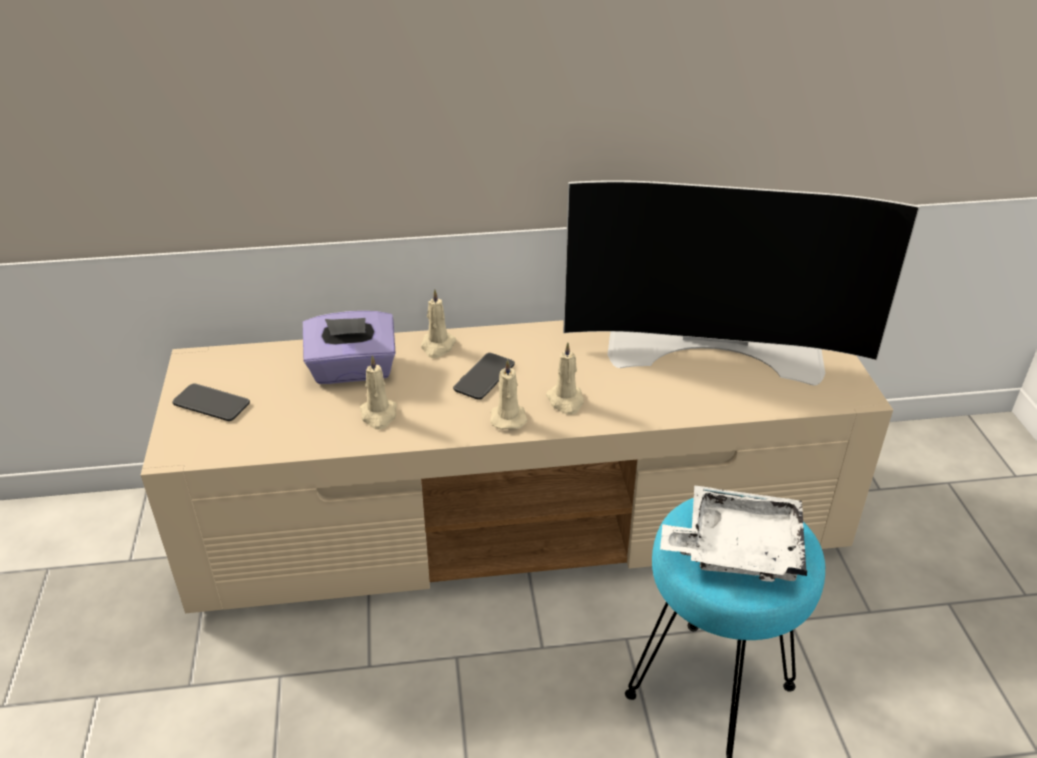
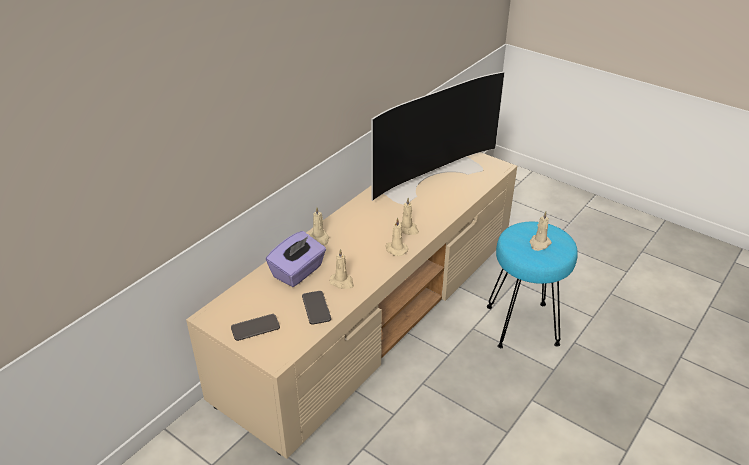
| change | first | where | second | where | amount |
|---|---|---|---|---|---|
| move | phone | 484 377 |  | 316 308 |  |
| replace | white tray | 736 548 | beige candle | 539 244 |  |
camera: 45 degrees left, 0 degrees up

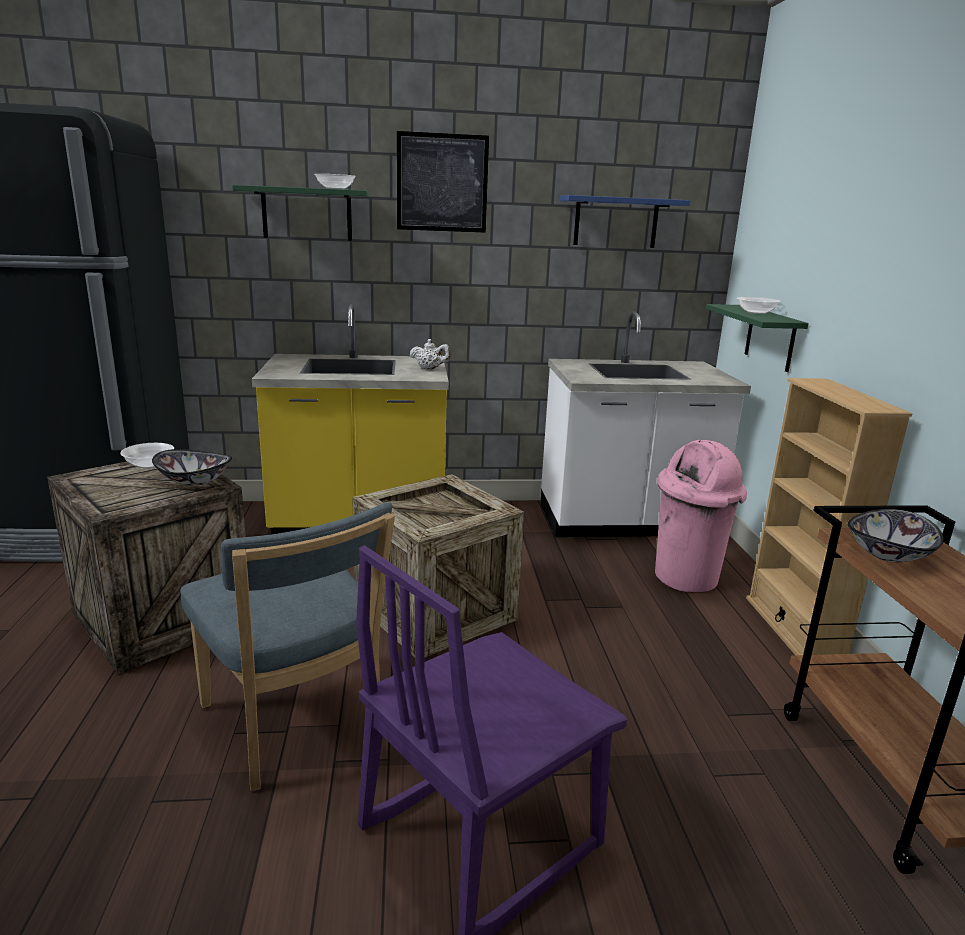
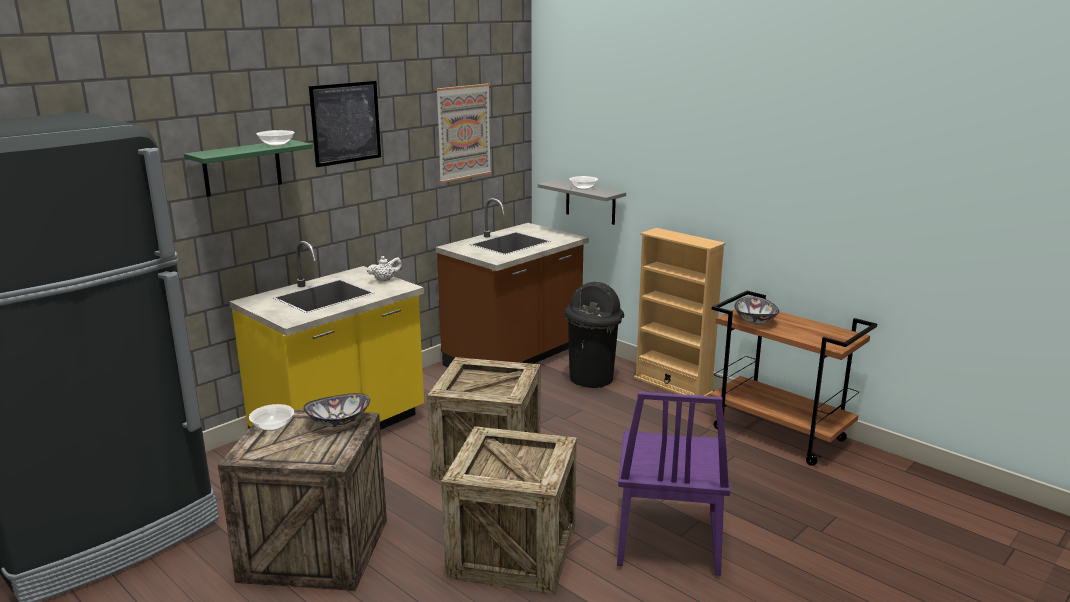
| change | first | where | second | where | amount |
|---|---|---|---|---|---|
| replace | blue chair | 295 725 | crate | 513 551 |  |
| recolor | white counter | 625 523 | brown counter | 514 358 |  |
| replace | blue shelf | 616 222 | picture | 463 132 |  |
| recolor | pink trash can | 687 578 | black trash can | 592 379 |  |
| recolor | green shelf | 770 338 | grey shelf | 590 202 |  |
camera: 40 degrees left, 0 degrees up

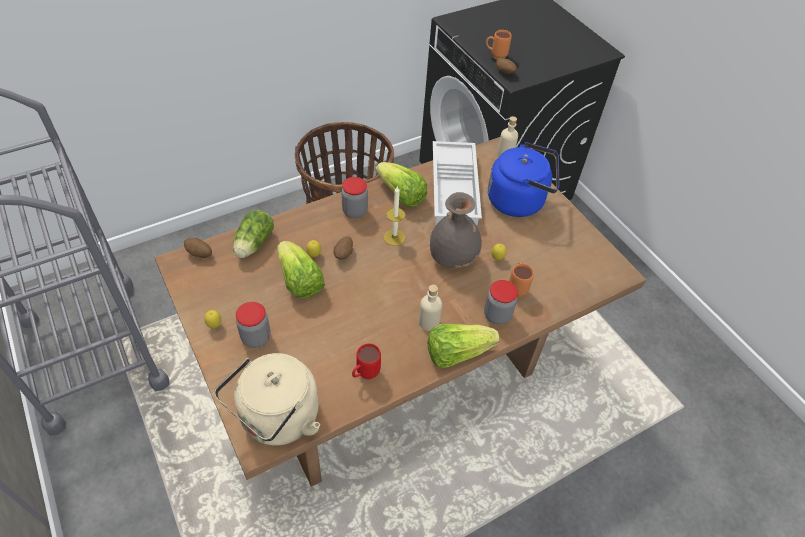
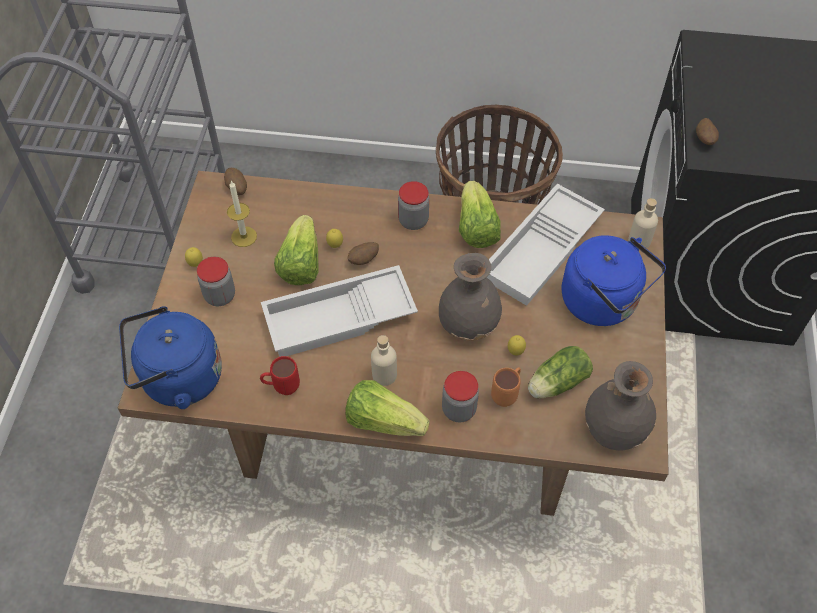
| change | first | where | second | where | amount |
|---|---|---|---|---|---|
| recolor | beige kettle | 277 419 | blue kettle | 177 379 |  |
| move | lettuce | 253 244 |  | 555 383 |  |
| move | candle | 394 237 |  | 244 236 |  |
| delete | orange mug | 495 56 |  |  |  |
| insert |  |  | white tray | 339 320 |  |
| insert |  |  | grey vase | 614 428 |  |
camera: 40 degrees right, 5 degrees up

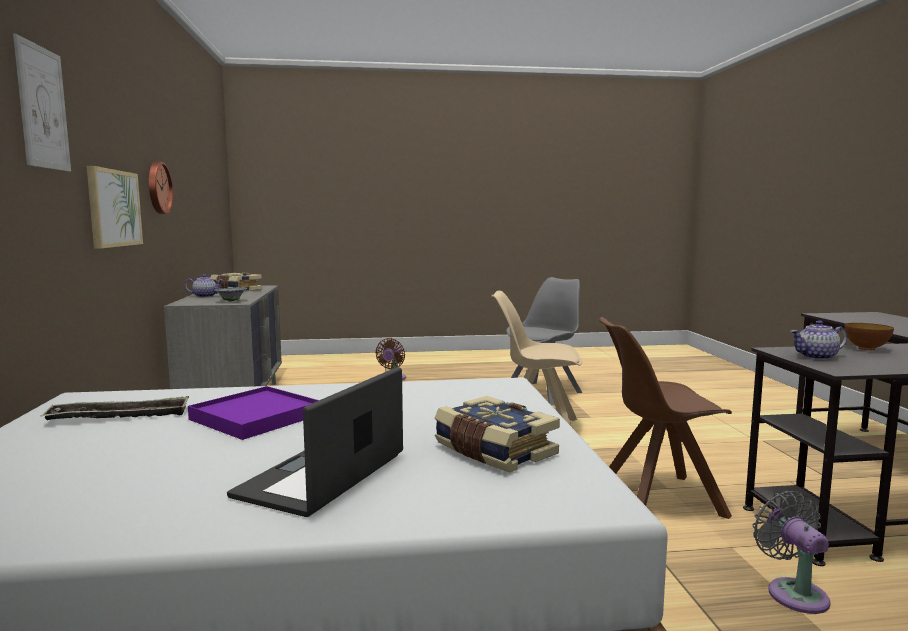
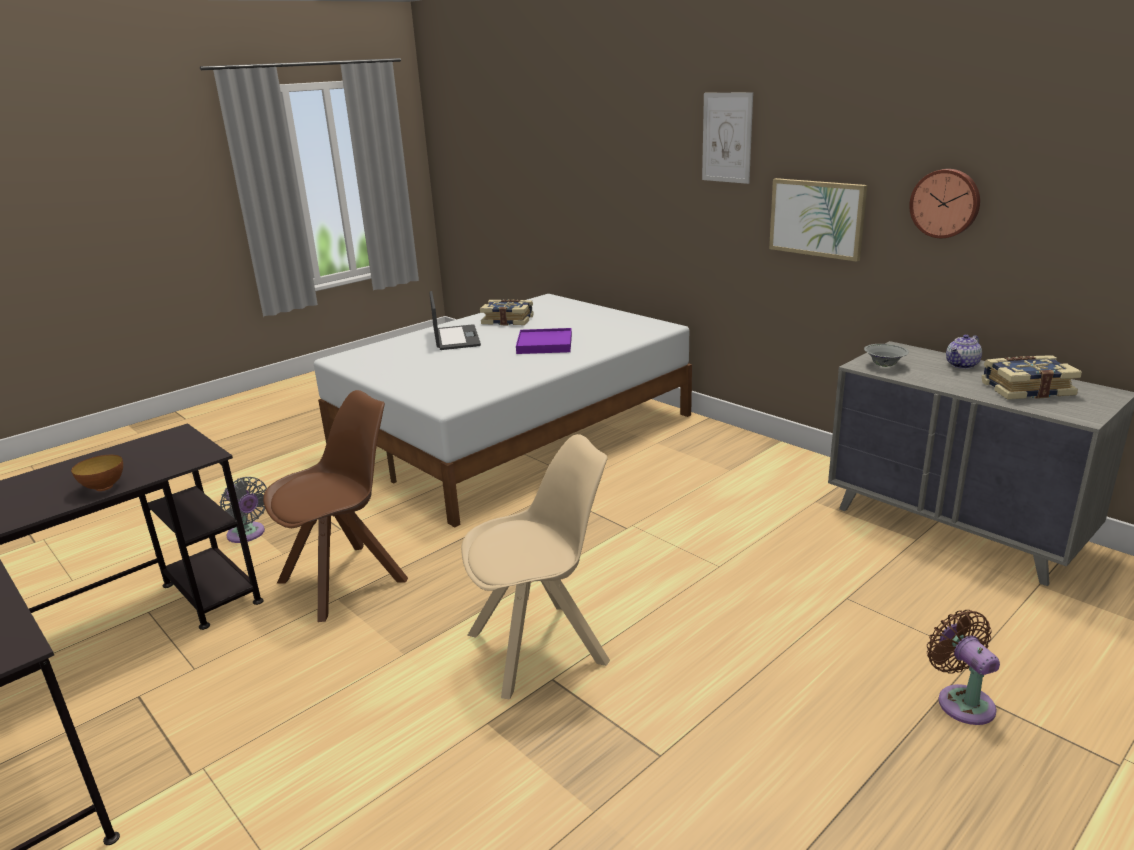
| change | first | where | second | where | amount |
|---|---|---|---|---|---|
| delete | tray | 119 416 |  |  |  |
| move | book | 493 451 |  | 508 320 |  |
| delete | grey chair | 543 393 |  |  |  |
| delete | teapot | 816 357 |  |  |  |
camera: 145 degrees right, 15 degrees up

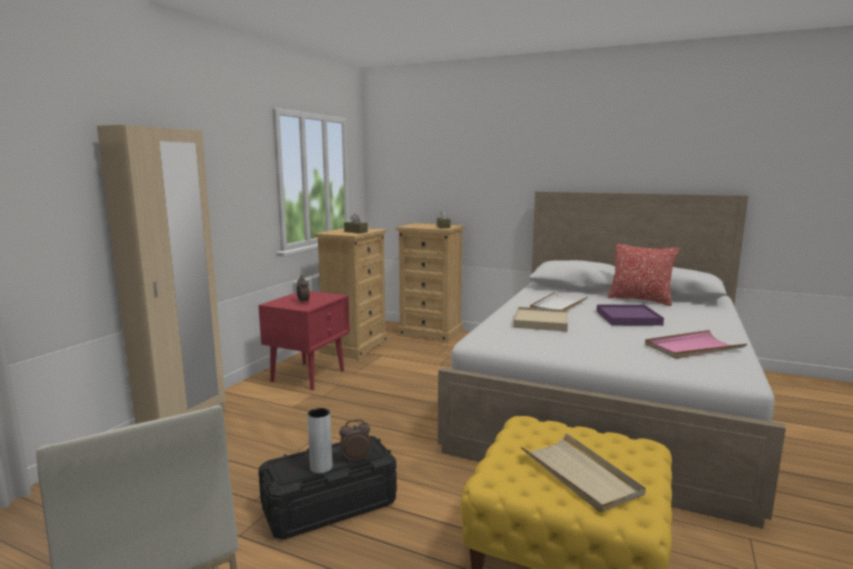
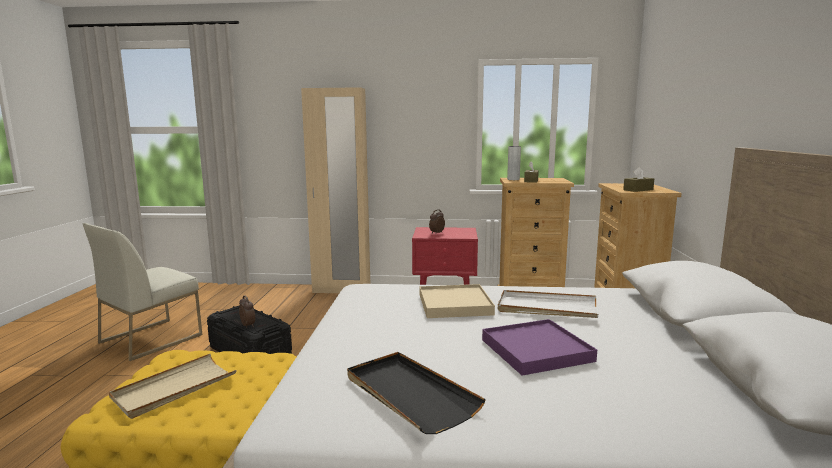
| change | first | where | second | where | amount |
|---|---|---|---|---|---|
| move | grey vase | 321 467 |  | 513 179 |  |
| delete | pillow | 640 300 |  |  |  |
| recolor | pink tray | 693 348 | black tray | 409 394 |  |
camera: 70 degrees right, 0 degrees up

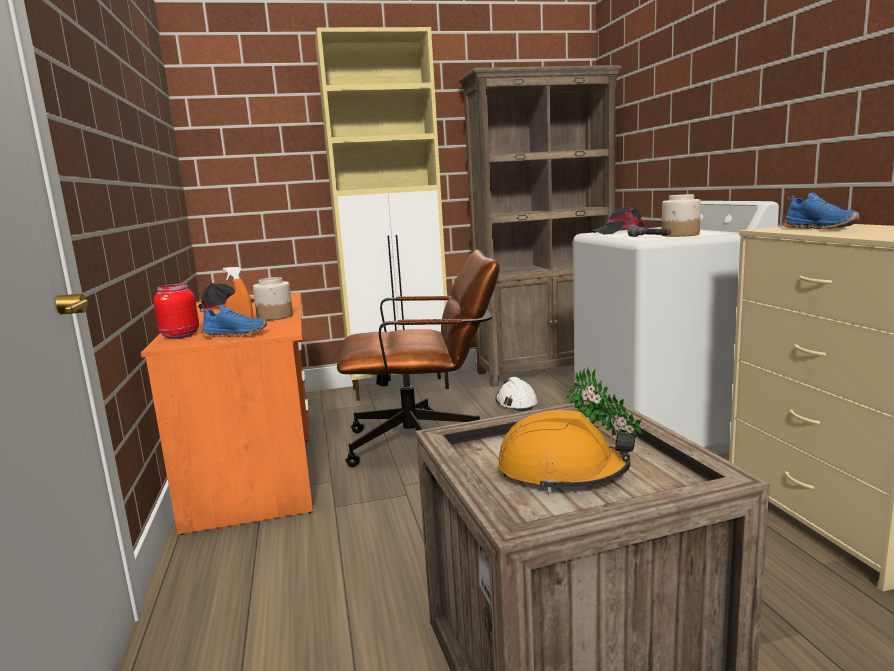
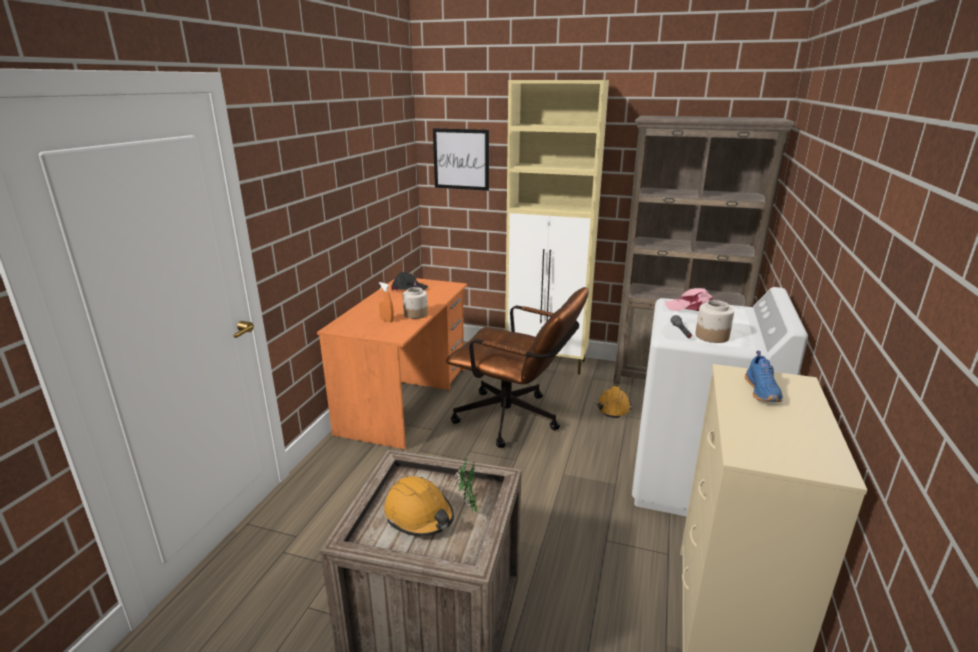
| change | first | where | second | where | amount |
|---|---|---|---|---|---|
| delete | red jar | 179 336 |  |  |  |
| delete | blue shoe | 236 335 |  |  |  |
| recolor | white hard hat | 516 403 | orange hard hat | 613 407 |  |
| recolor | black cap | 619 232 | pink cap | 691 308 |  |
| insert |  |  | picture | 461 159 |  |
camera: 30 degrees right, 10 degrees up

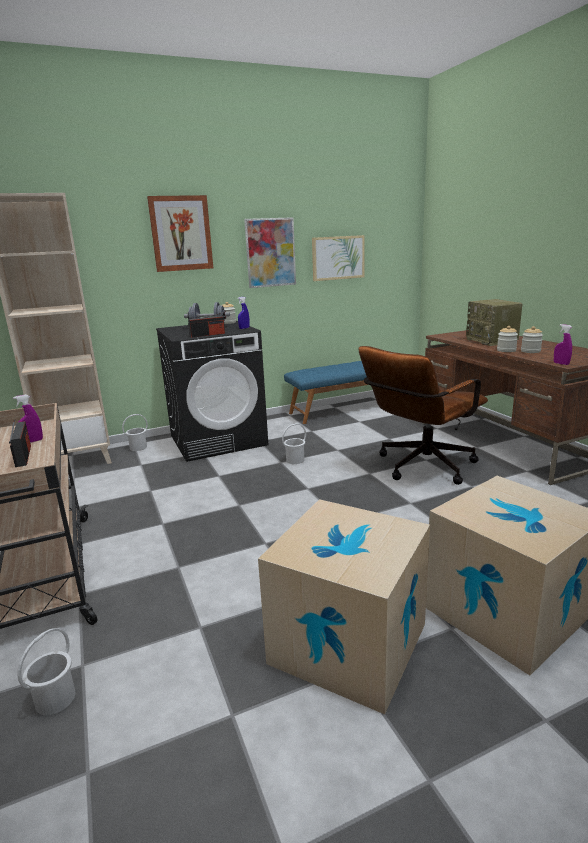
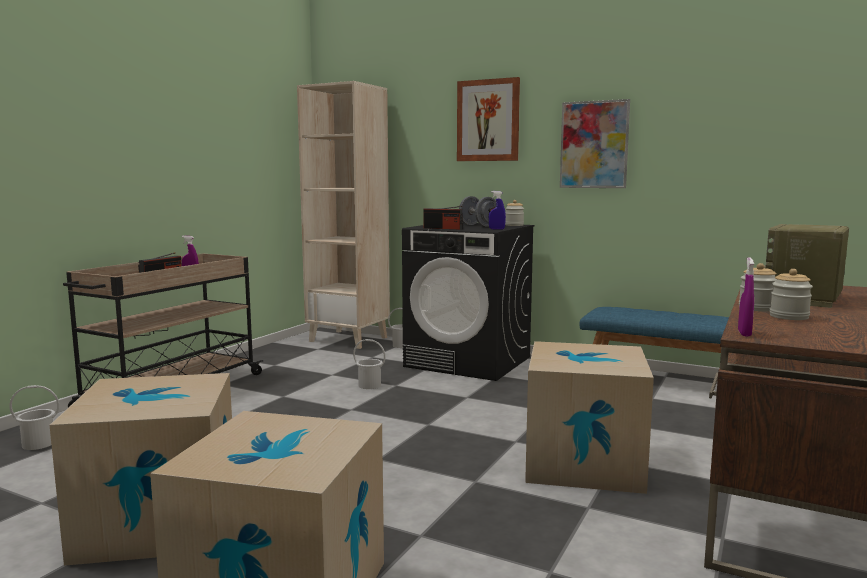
| change | first | where | second | where | amount |
|---|---|---|---|---|---|
| move | white bucket | 295 460 |  | 369 385 |  |
| delete | picture | 338 258 |  |  |  |
| replace | brown office chair | 420 467 | cardboard box | 583 463 |  |
camera: 50 degrees right, 10 degrees down

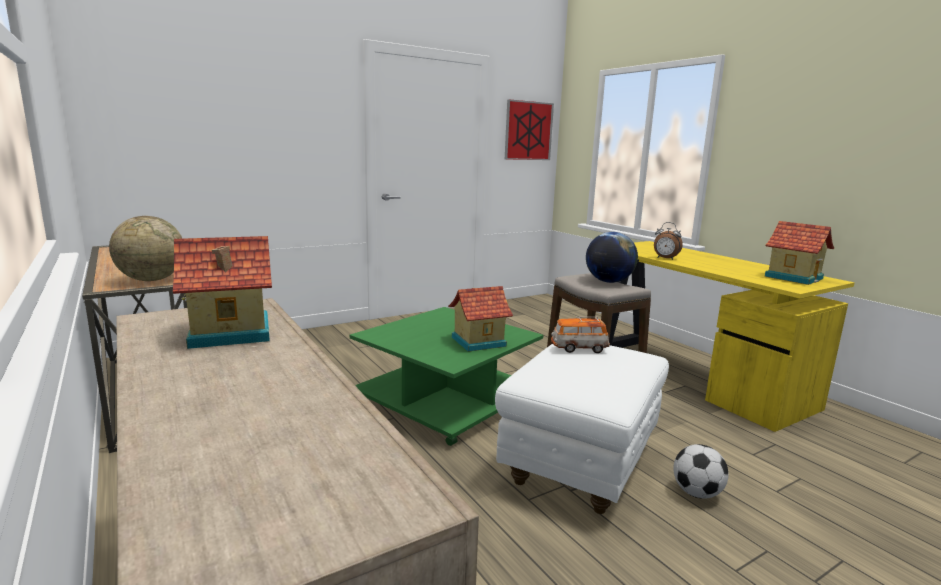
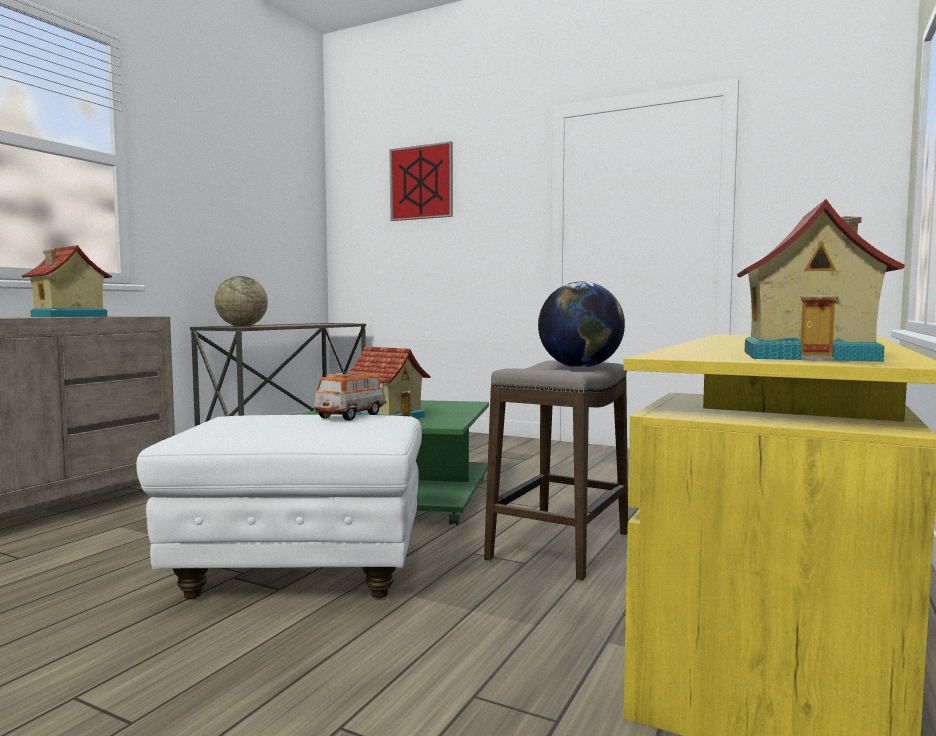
| change | first | where | second | where | amount |
|---|---|---|---|---|---|
| move | picture | 528 131 |  | 421 182 |  |
| rotate | toy car | 579 348 |  | 351 415 | 60 degrees clockwise |
| delete | alarm clock | 665 258 |  |  |  |
| delete | football | 696 493 |  |  |  |
camera: 60 degrees right, 10 degrees down

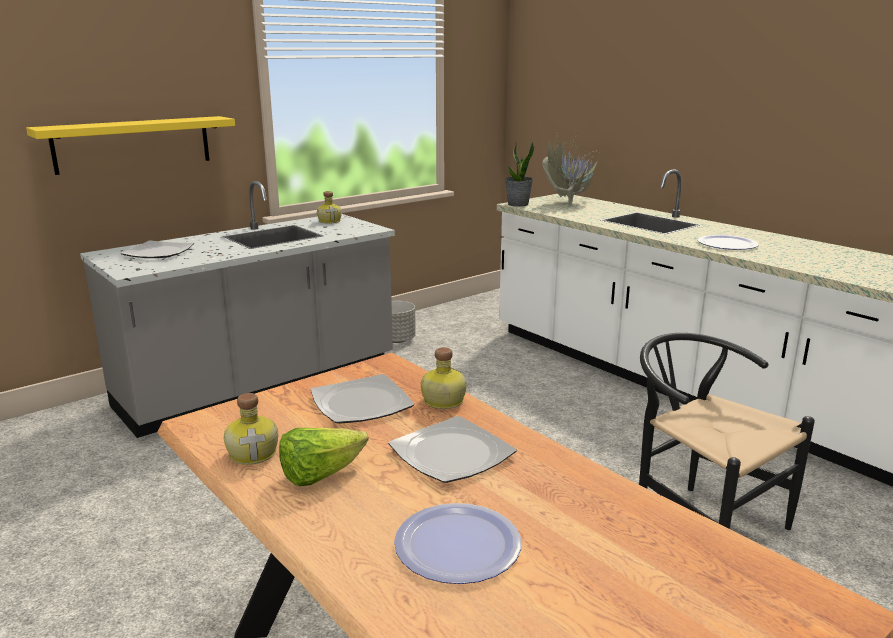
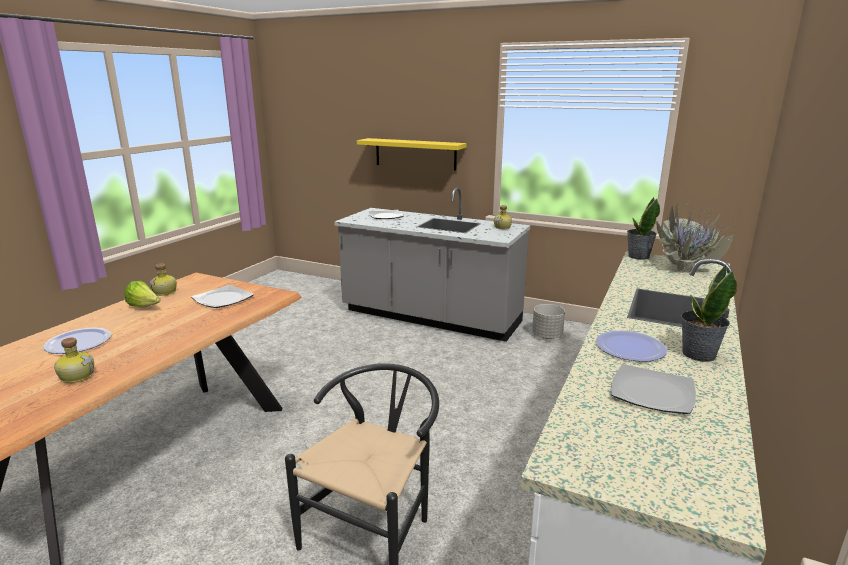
| change | first | where | second | where | amount |
|---|---|---|---|---|---|
| move | plate | 451 454 |  | 651 392 |  |
| move | bottle | 442 401 |  | 77 376 |  |
| insert |  |  | potted plant | 698 354 |  |
camera: 65 degrees right, 0 degrees up

